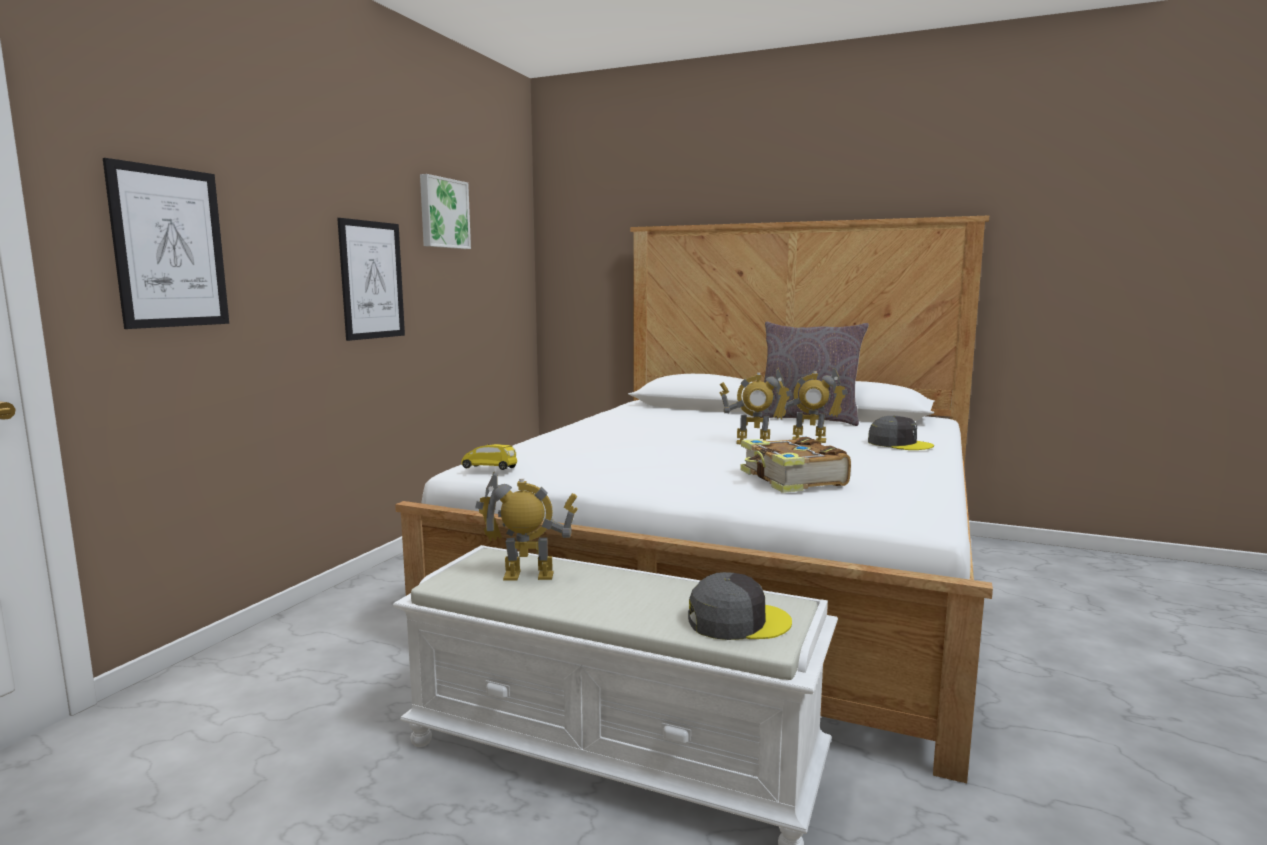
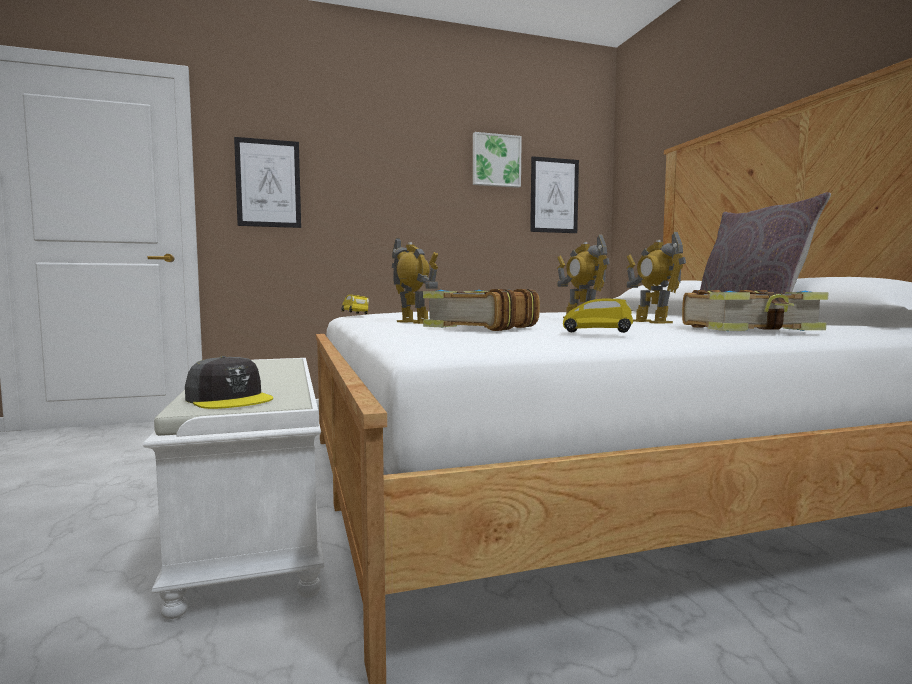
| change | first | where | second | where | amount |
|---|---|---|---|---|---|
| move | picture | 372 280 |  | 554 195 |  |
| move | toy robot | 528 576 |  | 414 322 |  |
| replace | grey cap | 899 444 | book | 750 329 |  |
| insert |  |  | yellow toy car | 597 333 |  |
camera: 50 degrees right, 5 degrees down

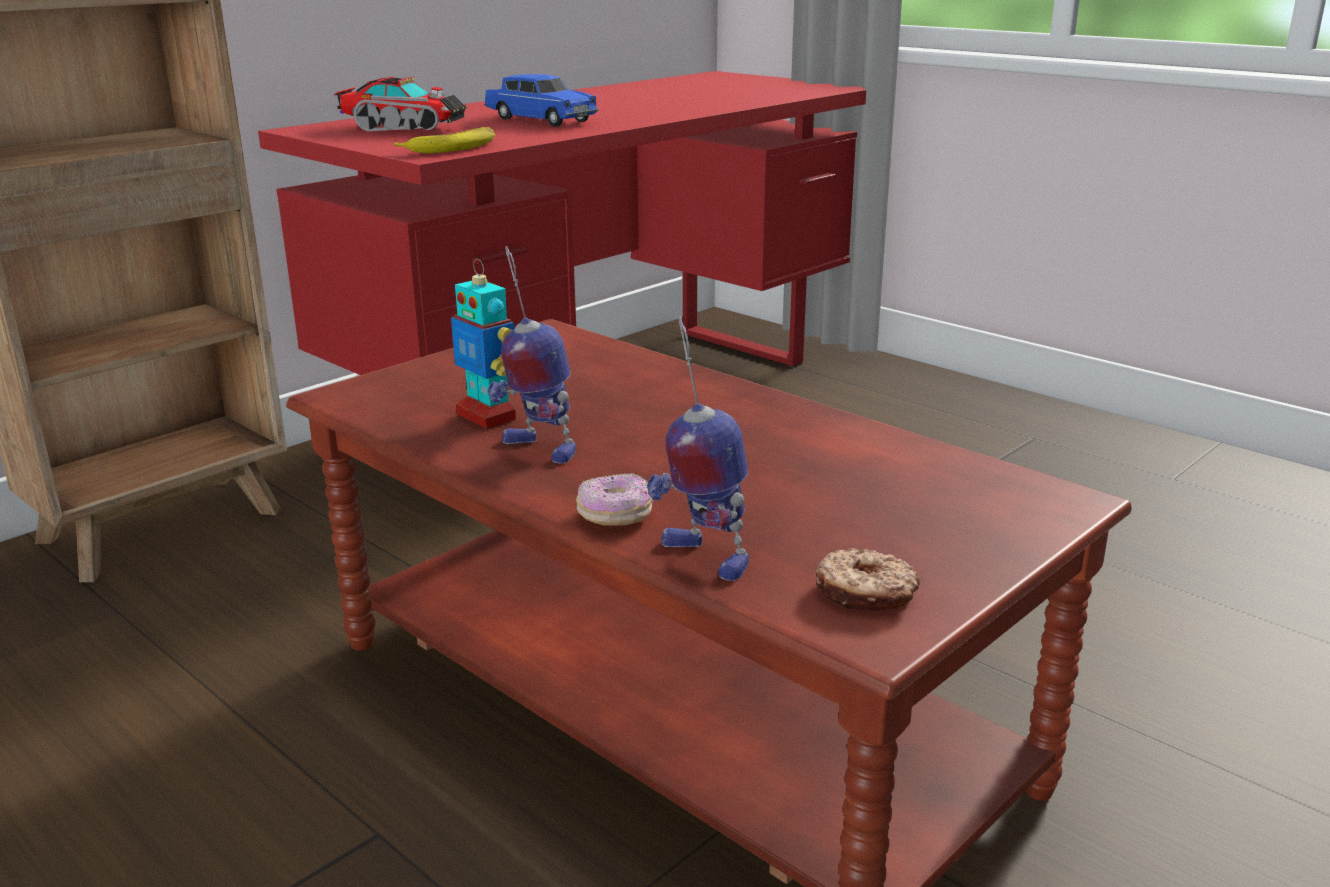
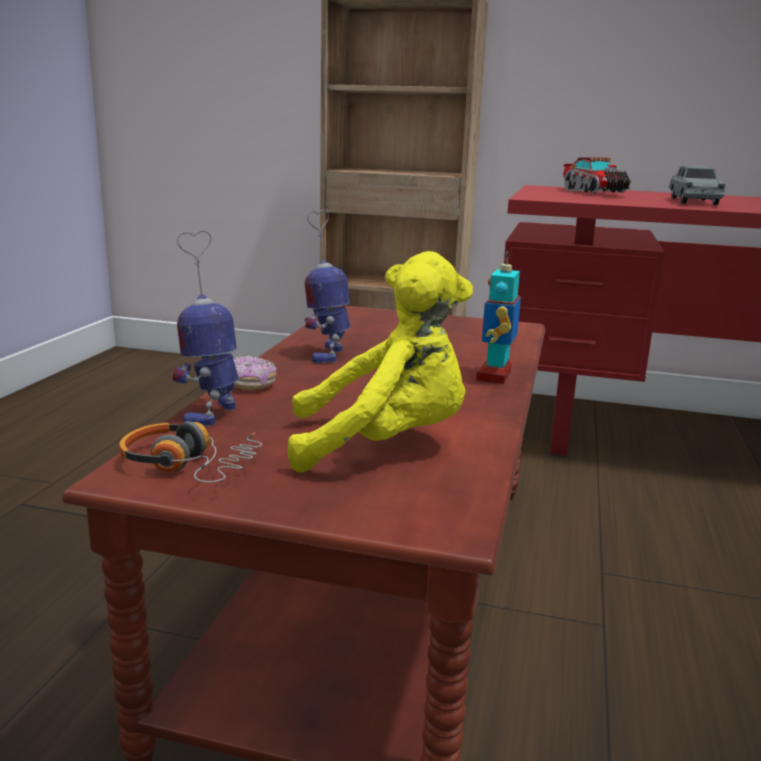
| change | first | where | second | where | amount |
|---|---|---|---|---|---|
| delete | banana | 453 147 |  |  |  |
| move | toy robot | 487 416 |  | 495 376 |  |
| recolor | blue toy car | 540 120 | grey toy car | 693 201 |  |
| replace | donut | 865 594 | headphones | 189 465 |  |
| insert |  |  | yellow plush toy | 384 445 |  |
camera: 60 degrees right, 5 degrees down

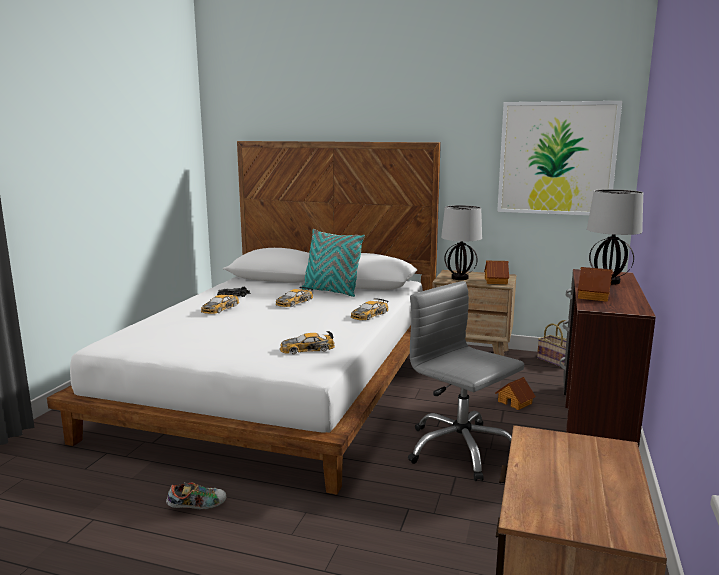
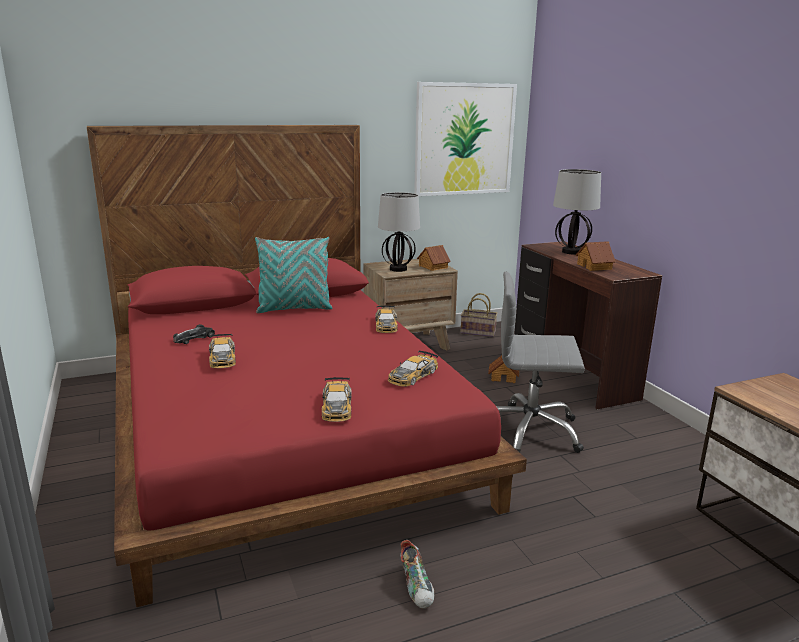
| change | first | where | second | where | amount |
|---|---|---|---|---|---|
| recolor | white bed | 282 384 | red bed | 284 429 |  |
| rotate | shoe | 197 506 |  | 417 587 | 135 degrees clockwise |
| move | toy car | 294 302 |  | 337 407 |  |
camera: 40 degrees left, 5 degrees up

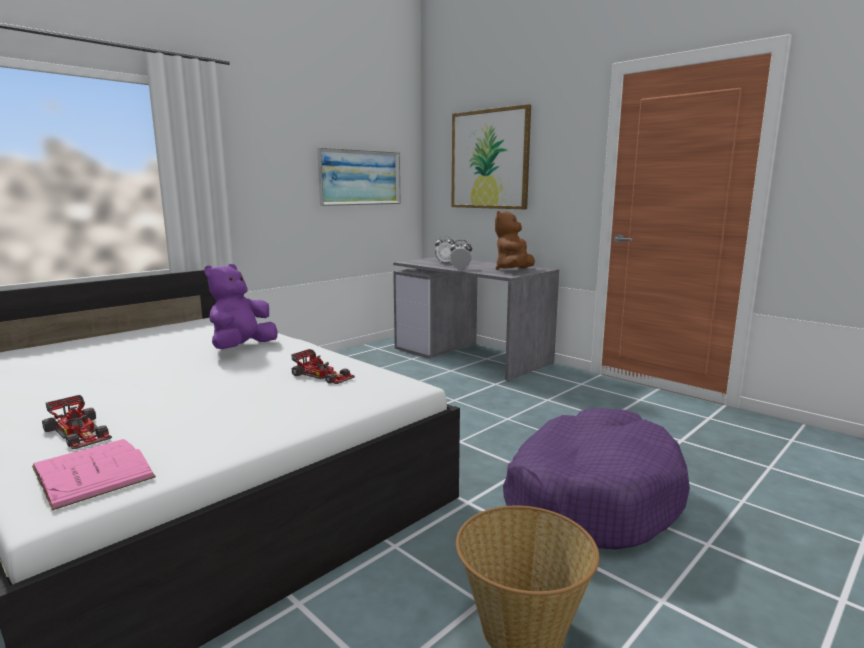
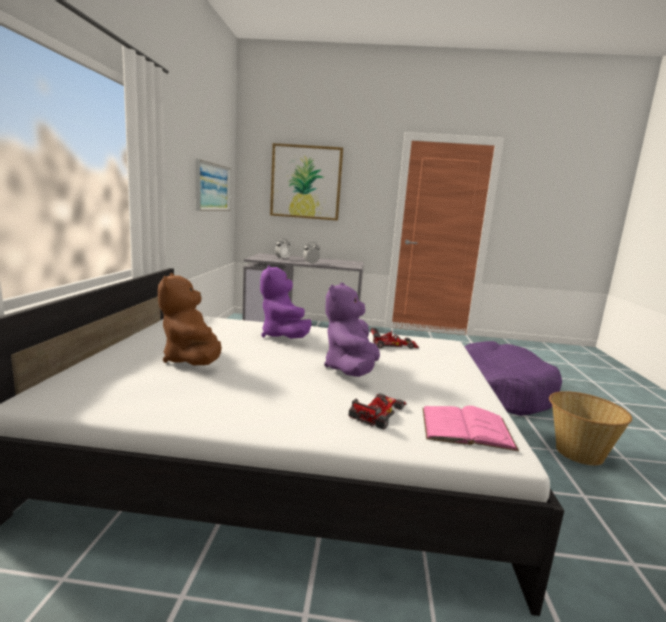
| change | first | where | second | where | amount |
|---|---|---|---|---|---|
| rotate | toy car | 79 432 |  | 379 412 | 60 degrees counterclockwise |
| move | brown plush toy | 514 270 |  | 192 361 |  |
| insert |  |  | purple plush toy | 350 370 |  |
camera: 40 degrees left, 0 degrees up

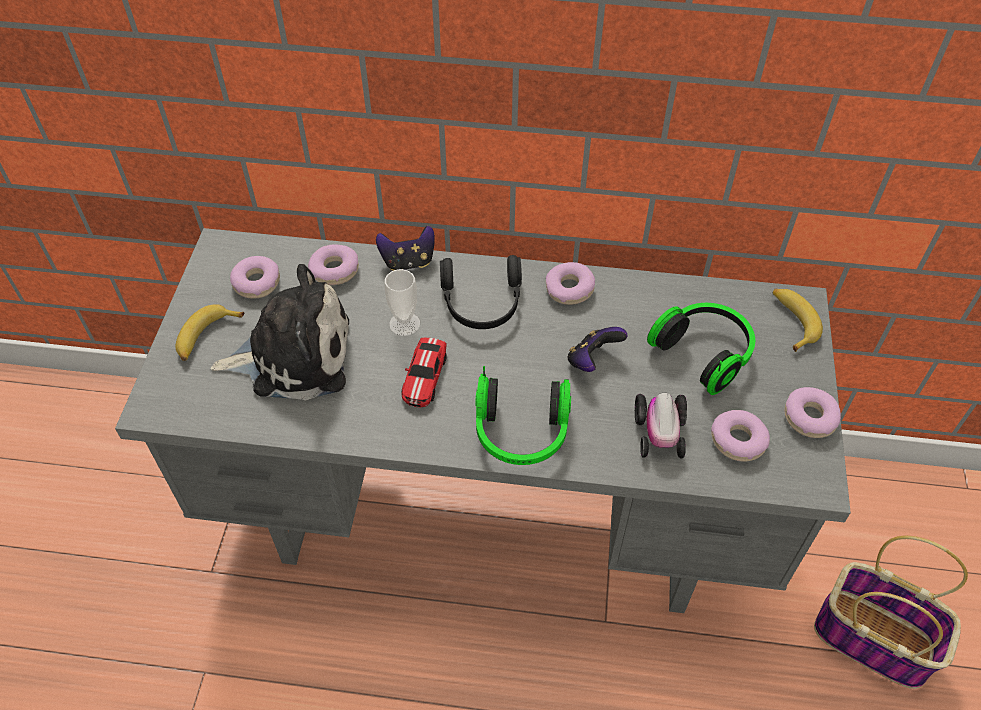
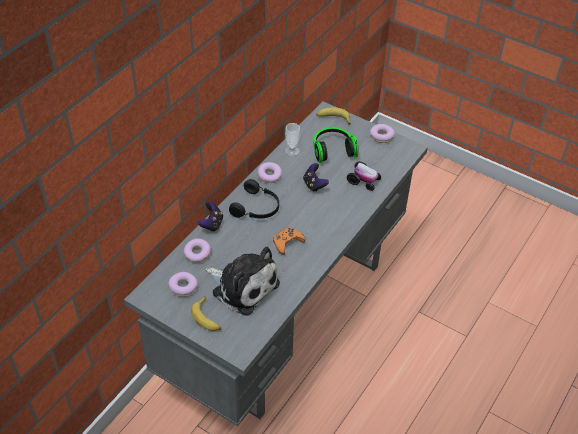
| change | first | where | second | where | amount |
|---|---|---|---|---|---|
| rotate | plush toy | 294 355 |  | 243 286 | 105 degrees clockwise |
| move | cup | 404 323 |  | 292 151 |  |
| replace | toy car | 425 376 | orange game controller | 287 242 |  |
| delete | headphones | 521 434 |  |  |  |
| delete | donut | 738 440 |  |  |  |
| delete | basket | 874 639 |  |  |  |
camera: 65 degrees left, 5 degrees down

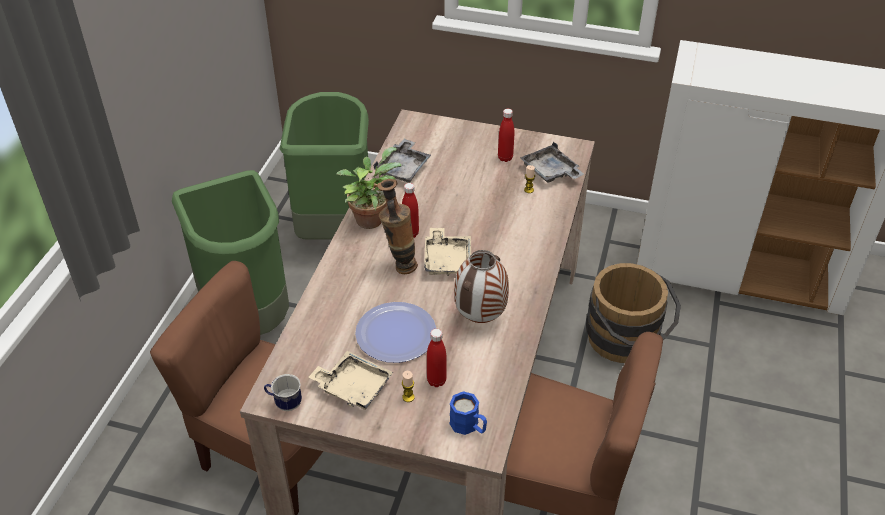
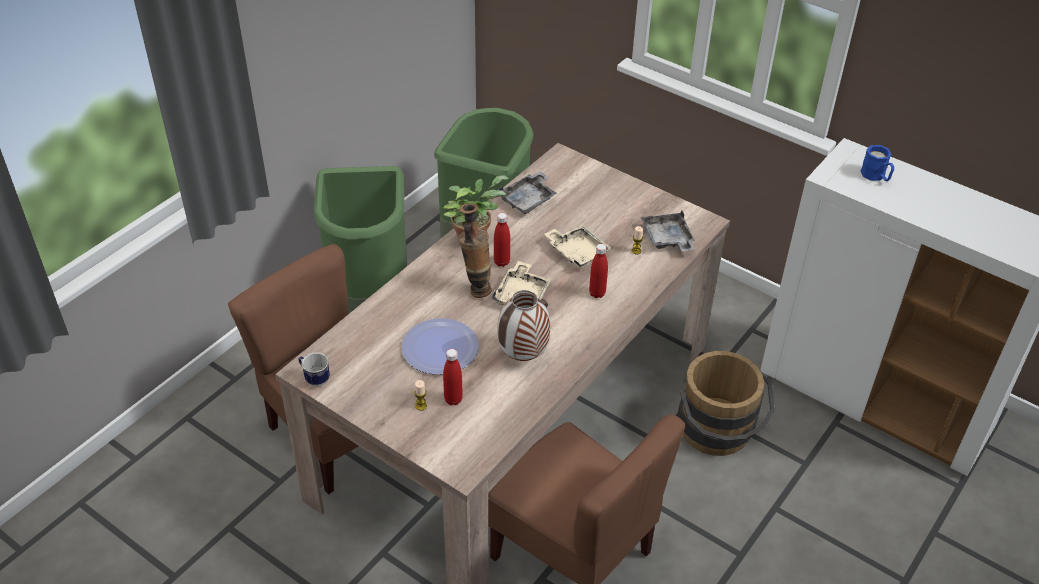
| change | first | where | second | where | amount |
|---|---|---|---|---|---|
| move | beige tray | 353 387 |  | 577 252 |  |
| move | blue mug | 469 426 |  | 876 176 |  |
| move | red bottle | 505 158 |  | 597 293 |  |
camera: 20 degrees right, 0 degrees up

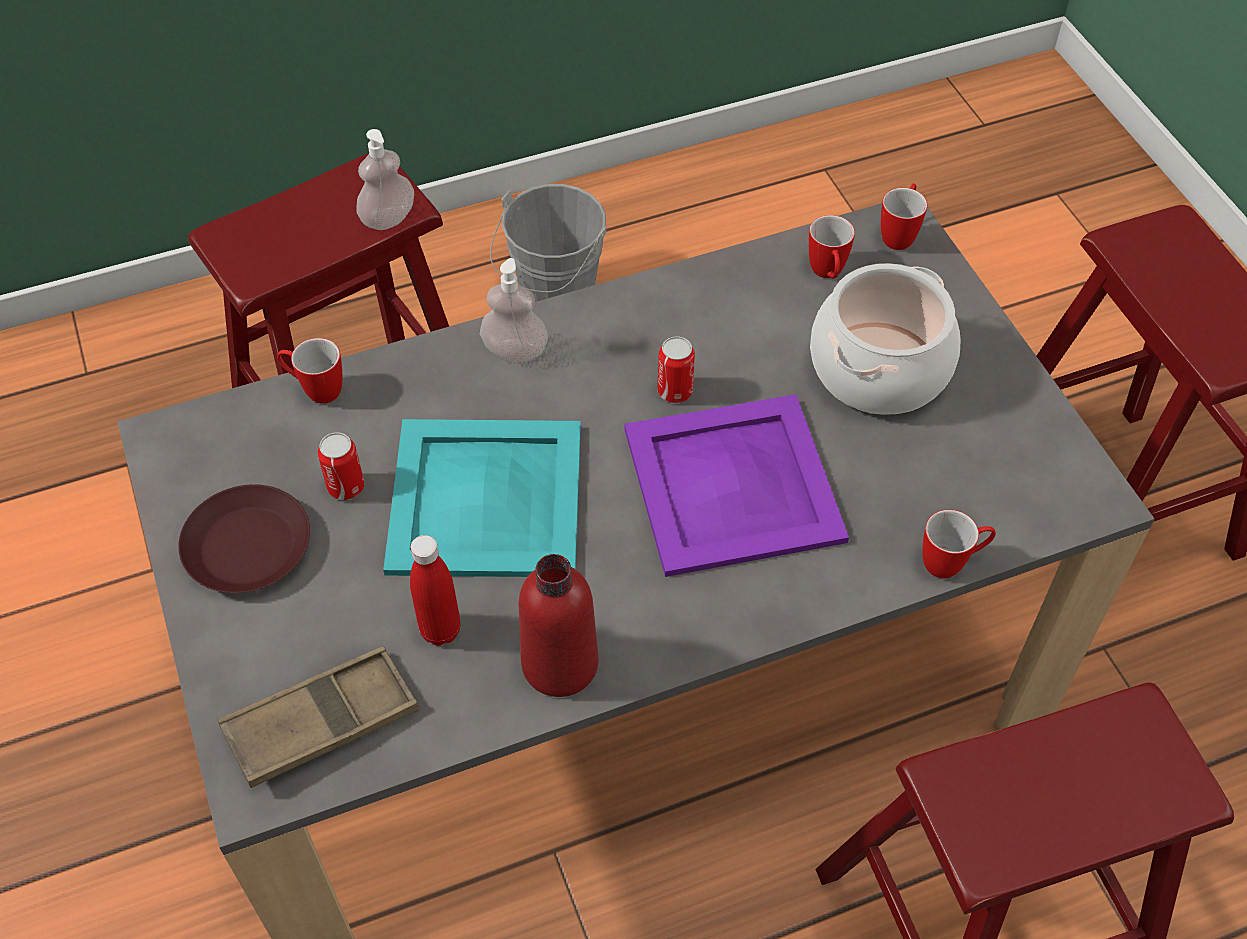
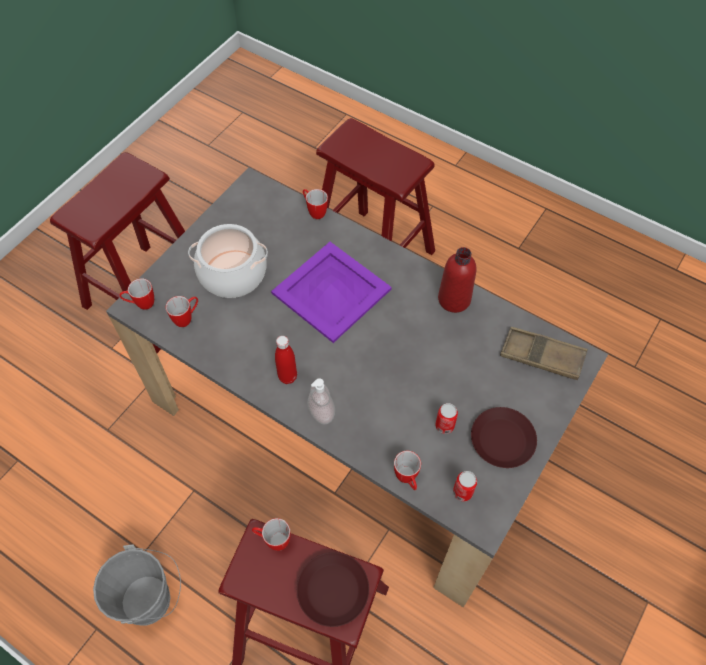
| change | first | where | second | where | amount |
|---|---|---|---|---|---|
| replace | soap dispenser | 388 218 | mug | 273 540 |  |
| delete | turquoise tray | 484 496 |  |  |  |
| move | red bottle | 440 630 |  | 287 377 |  |
| move | can | 675 391 |  | 462 492 |  |
| insert |  |  | brown plate | 334 590 |  |
camera: 125 degrees left, 5 degrees up

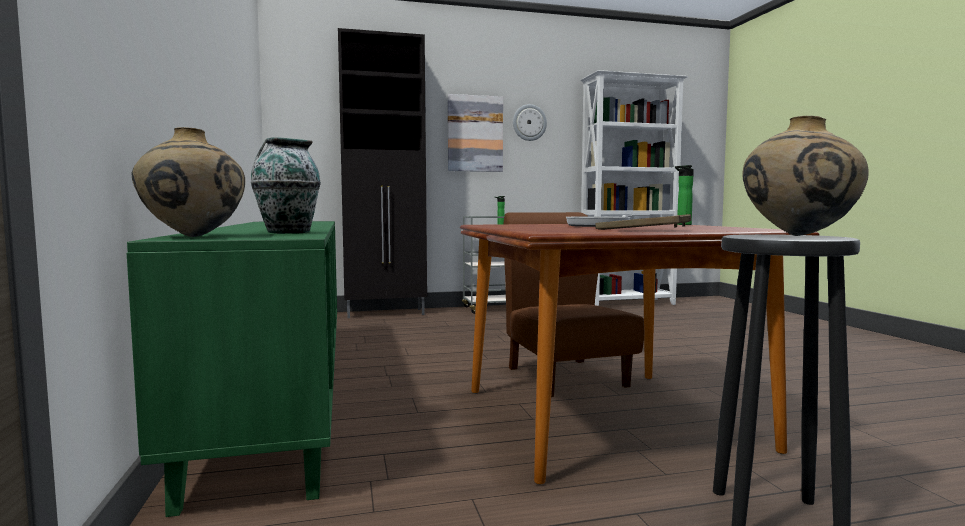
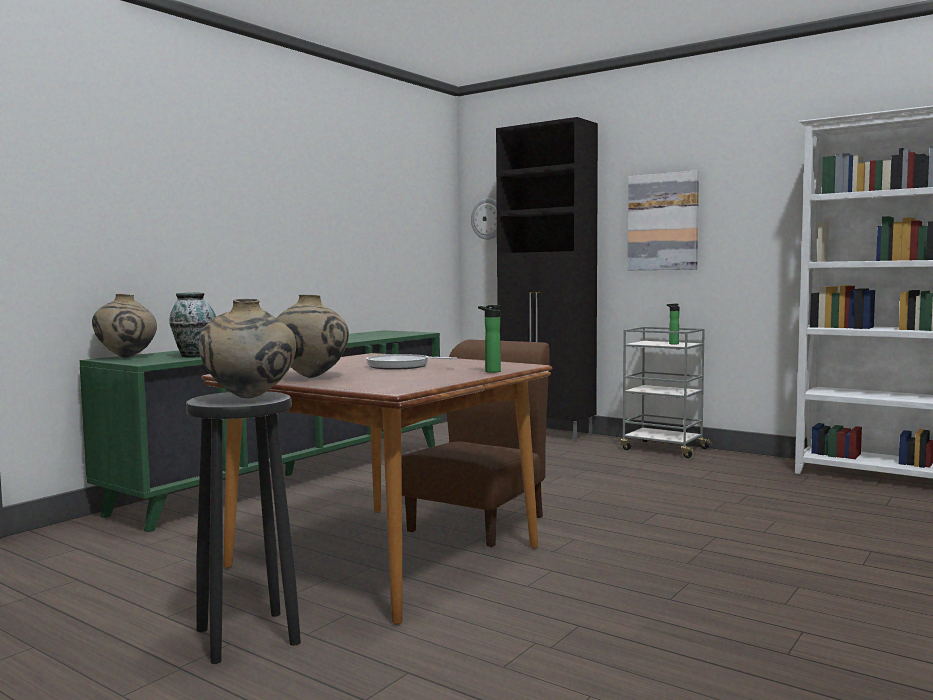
| change | first | where | second | where | amount |
|---|---|---|---|---|---|
| move | wall clock | 529 122 |  | 488 219 |  |
| replace | brown tray | 642 230 | beige vase | 310 377 |  |
camera: 50 degrees right, 0 degrees up

